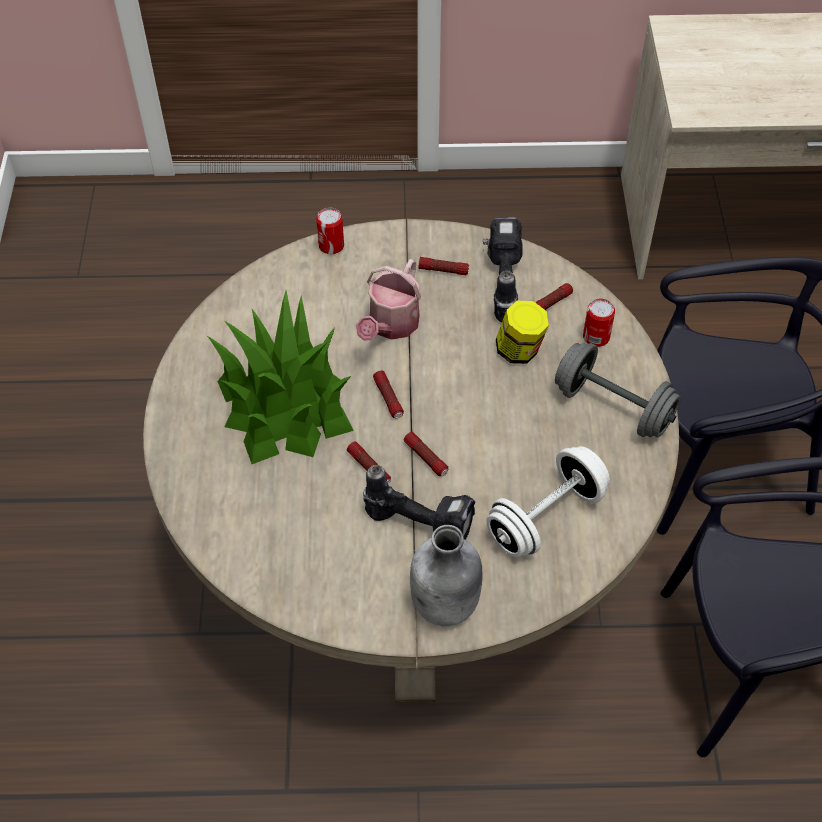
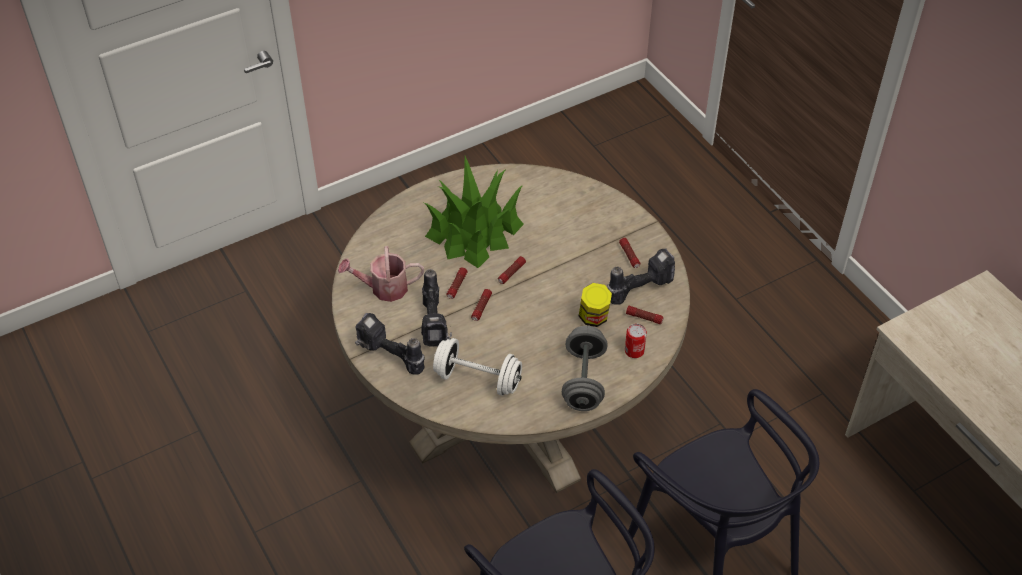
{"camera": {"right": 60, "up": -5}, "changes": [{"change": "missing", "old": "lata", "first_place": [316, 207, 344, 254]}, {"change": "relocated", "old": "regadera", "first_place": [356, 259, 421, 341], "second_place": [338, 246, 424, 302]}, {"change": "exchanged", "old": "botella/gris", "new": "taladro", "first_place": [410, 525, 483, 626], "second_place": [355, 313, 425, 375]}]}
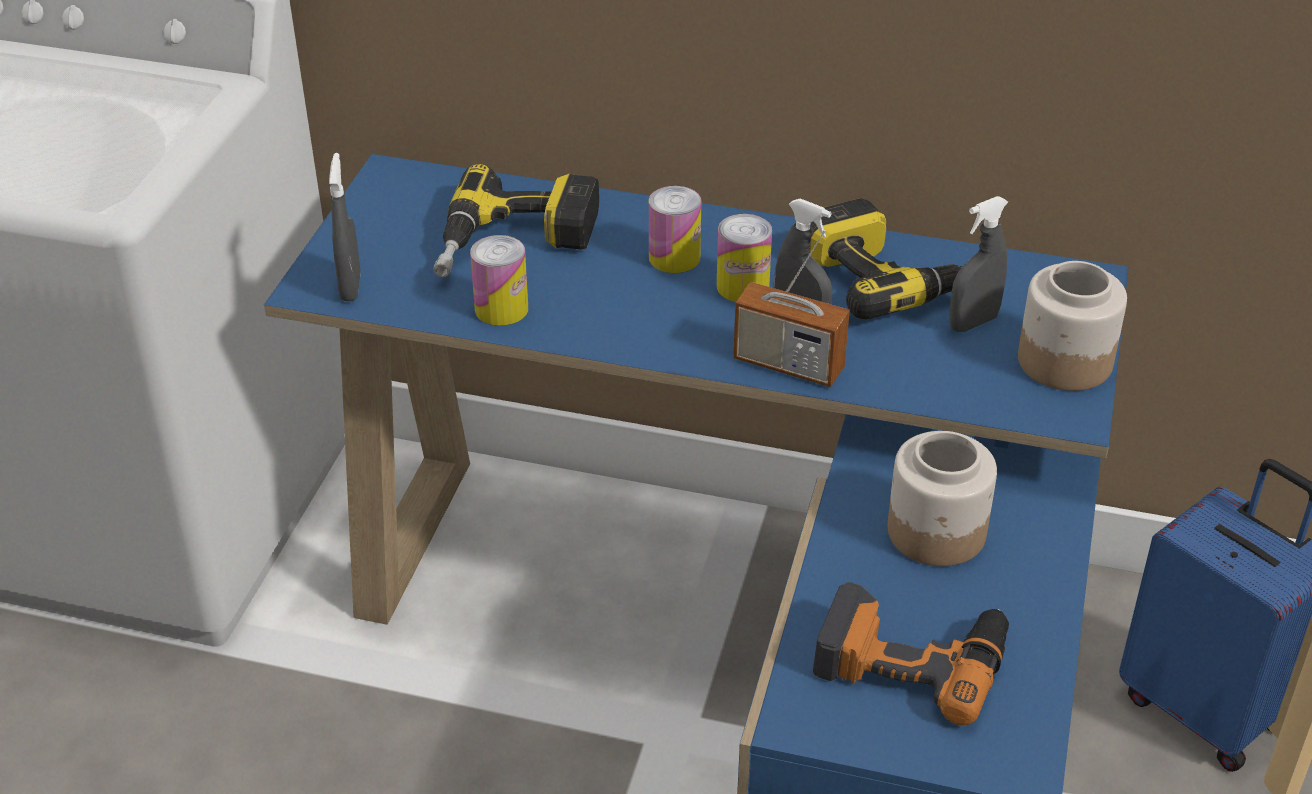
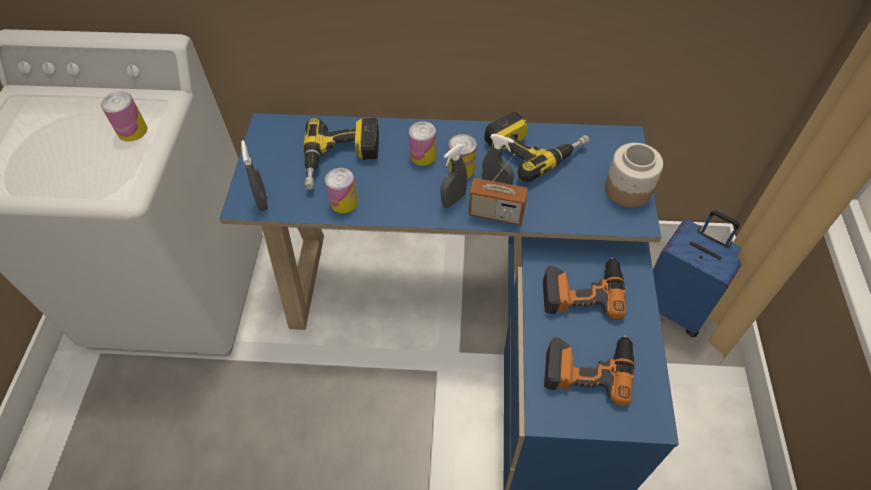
{"camera": {"right": -10, "up": 15}, "changes": [{"change": "exchanged", "old": "tarro", "new": "taladro", "first_place": [888, 431, 997, 566], "second_place": [543, 258, 626, 319]}, {"change": "relocated", "old": "pulverizador/gris", "first_place": [949, 196, 1008, 332], "second_place": [441, 144, 467, 208]}, {"change": "appeared", "new": "lata", "second_place": [101, 91, 147, 142]}]}
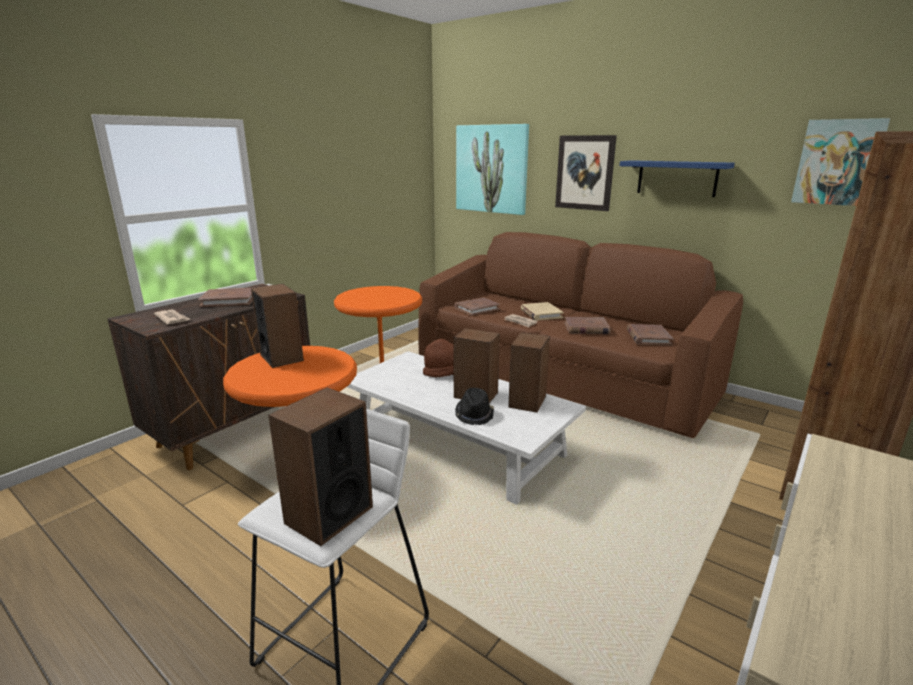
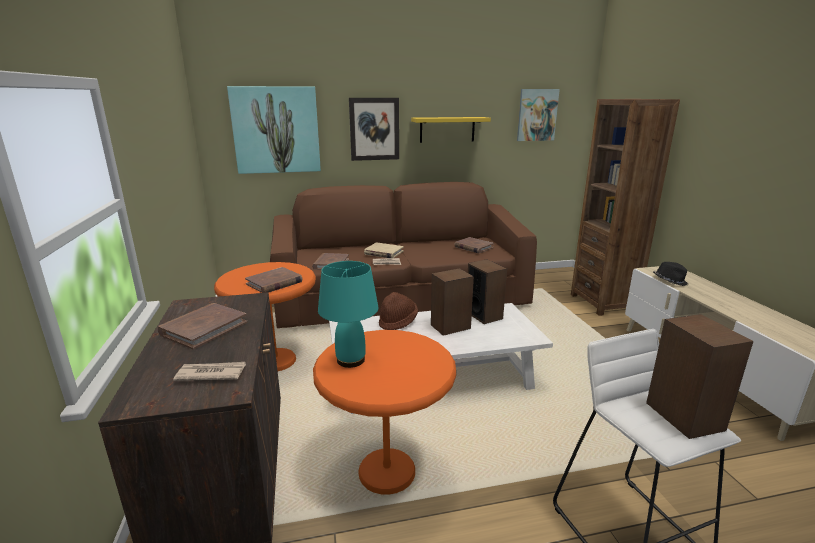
{"camera": {"right": -50, "up": 0}, "changes": [{"change": "exchanged", "old": "altavoz", "new": "lámpara de mesa/turquesa", "first_place": [251, 284, 304, 368], "second_place": [318, 261, 379, 368]}, {"change": "relocated", "old": "sombrero/negro", "first_place": [455, 388, 494, 425], "second_place": [653, 262, 688, 286]}, {"change": "relocated", "old": "libro/marrón", "first_place": [565, 317, 611, 334], "second_place": [245, 267, 302, 293]}, {"change": "colour", "old": "estante/azul", "new": "estante/amarillo", "first_place": [619, 160, 735, 197], "second_place": [411, 117, 491, 143]}]}
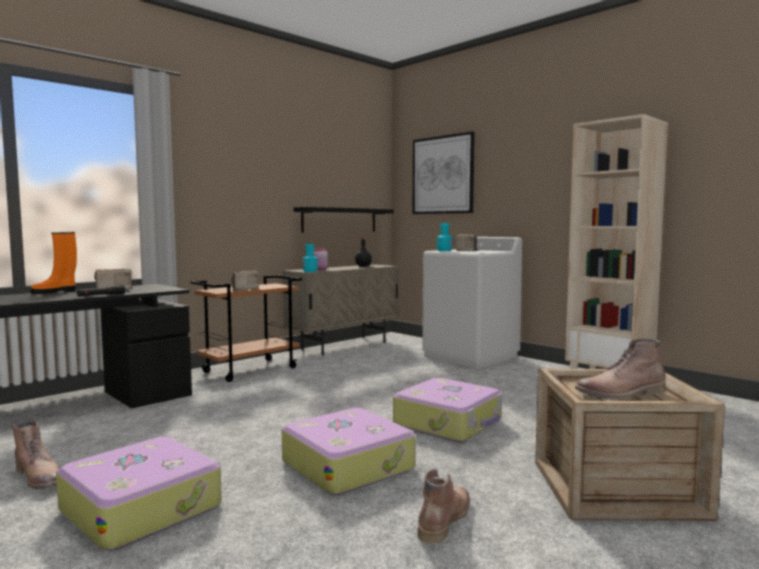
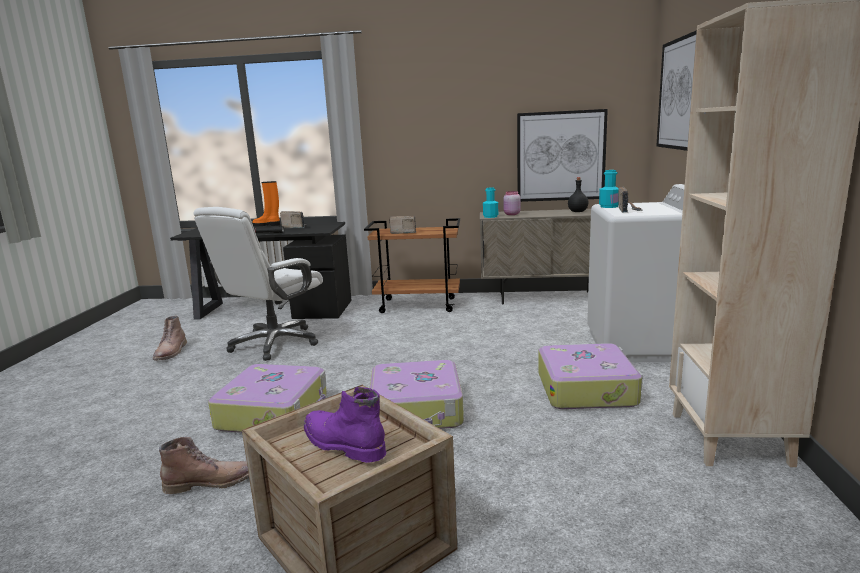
{"camera": {"right": 50, "up": 10}, "changes": [{"change": "relocated", "old": "maleta", "first_place": [56, 437, 222, 551], "second_place": [538, 343, 643, 409]}, {"change": "exchanged", "old": "estante/negro", "new": "cuadro", "first_place": [294, 207, 394, 233], "second_place": [517, 109, 608, 202]}, {"change": "colour", "old": "bota/marrón", "new": "bota/morado", "first_place": [575, 339, 666, 399], "second_place": [304, 387, 386, 463]}, {"change": "appeared", "new": "silla de oficina/blanco", "second_place": [193, 207, 323, 361]}]}
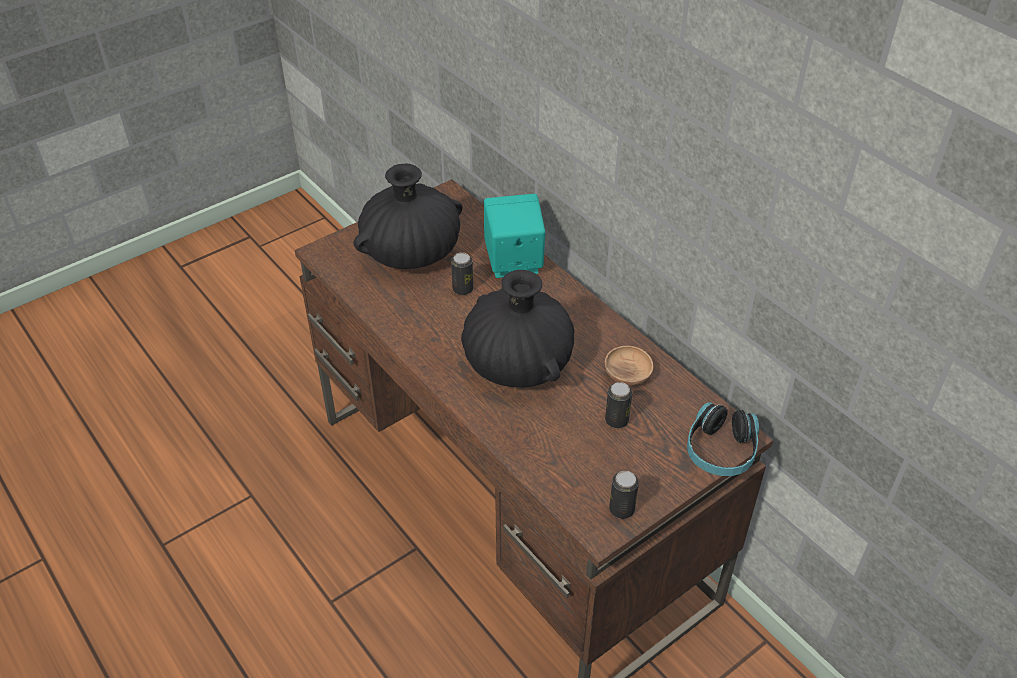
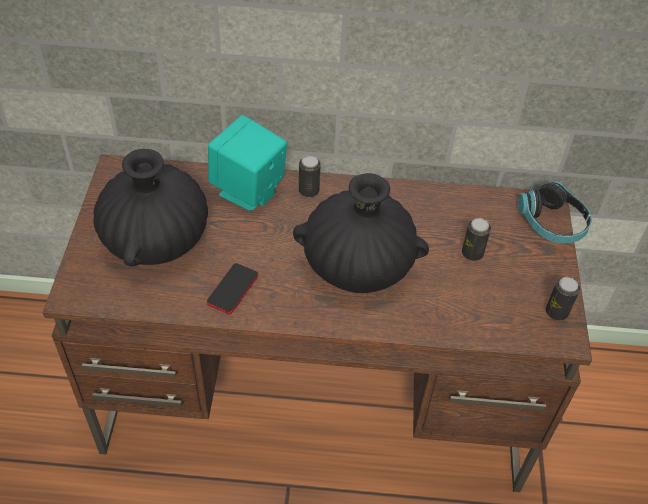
{"camera": {"right": -50, "up": 5}, "changes": [{"change": "relocated", "old": "lata", "first_place": [451, 252, 473, 295], "second_place": [299, 155, 321, 197]}, {"change": "missing", "old": "cuenco/marrón", "first_place": [605, 346, 654, 385]}, {"change": "appeared", "new": "móvil", "second_place": [207, 263, 258, 314]}]}
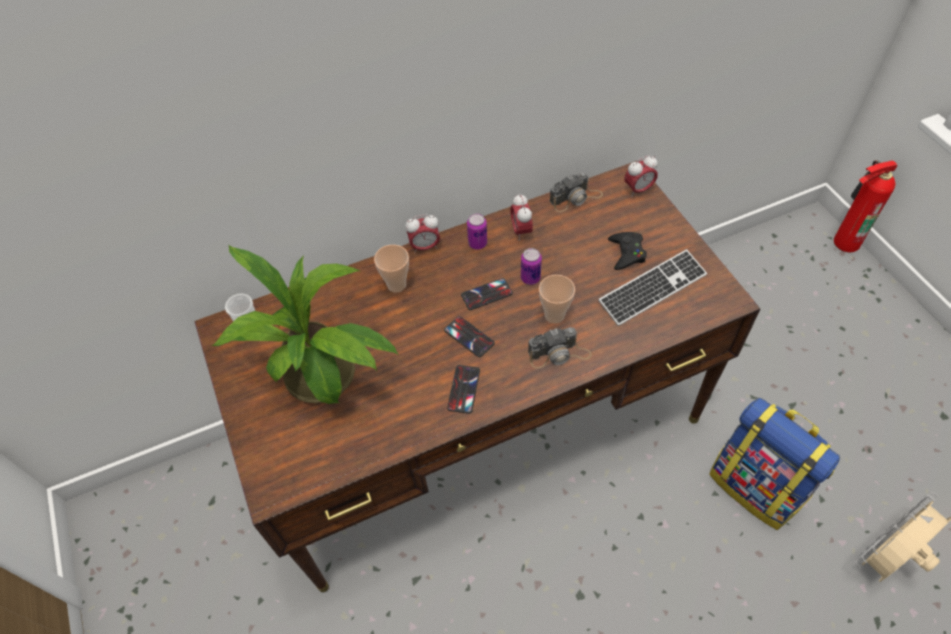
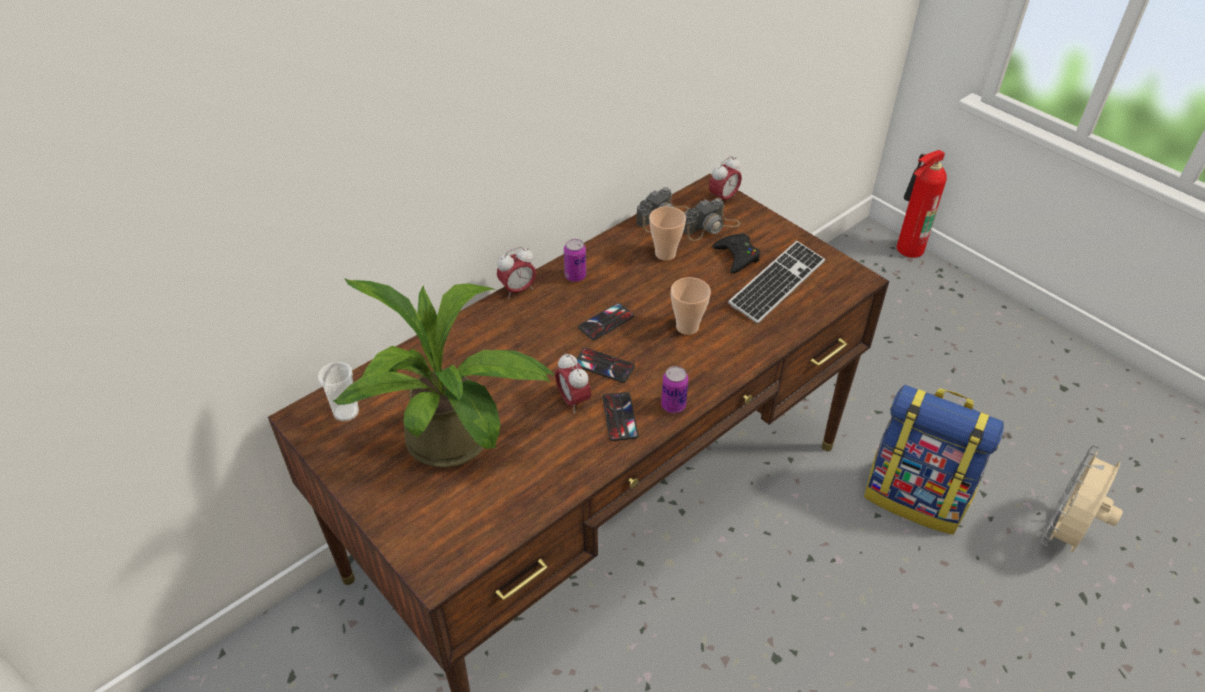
{"camera": {"right": -20, "up": -10}, "changes": [{"change": "relocated", "old": "taza", "first_place": [374, 245, 409, 292], "second_place": [649, 206, 686, 260]}, {"change": "relocated", "old": "despertador", "first_place": [510, 194, 533, 241], "second_place": [555, 353, 591, 413]}, {"change": "relocated", "old": "lata", "first_place": [521, 248, 542, 285], "second_place": [661, 366, 688, 413]}, {"change": "relocated", "old": "cámara", "first_place": [528, 327, 592, 368], "second_place": [683, 198, 740, 241]}]}
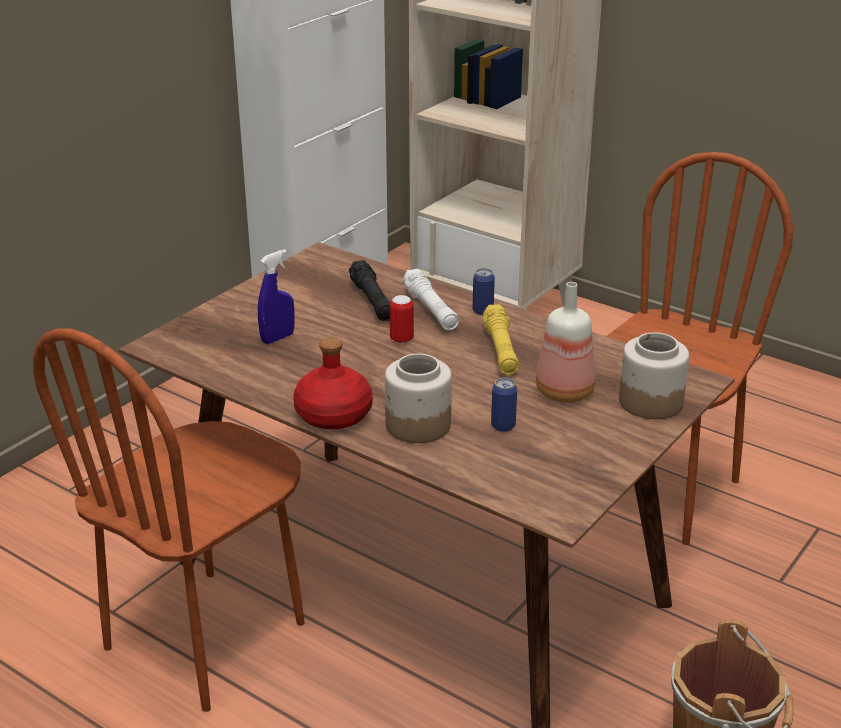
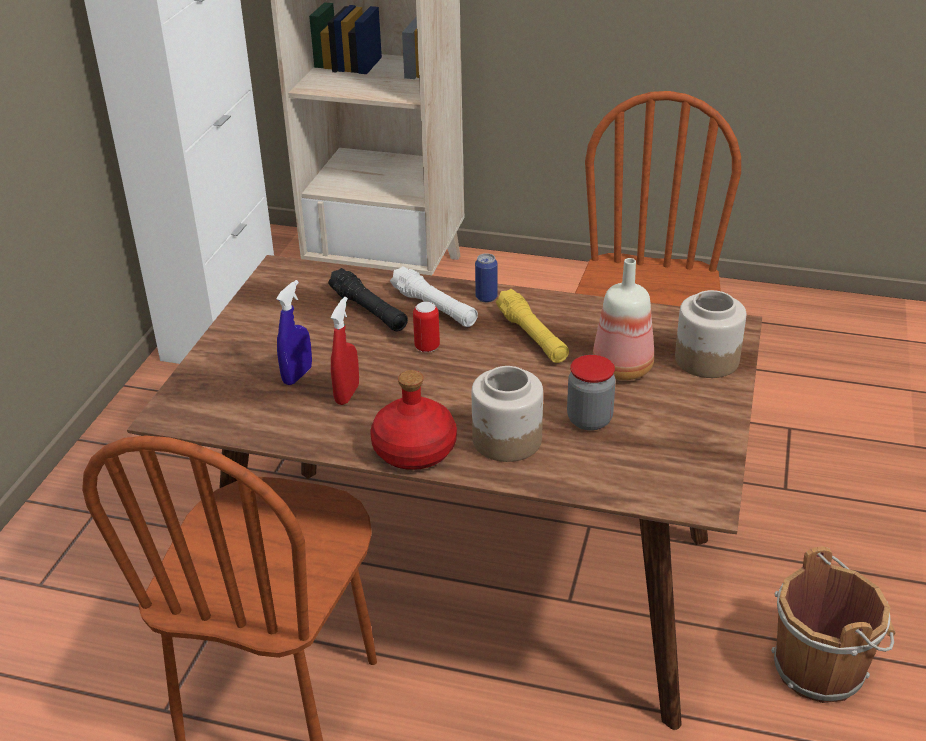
{"camera": {"right": -20, "up": 5}, "changes": [{"change": "exchanged", "old": "lata", "new": "tarro", "first_place": [491, 378, 517, 432], "second_place": [567, 355, 616, 431]}, {"change": "appeared", "new": "pulverizador/rojo", "second_place": [331, 297, 359, 405]}]}
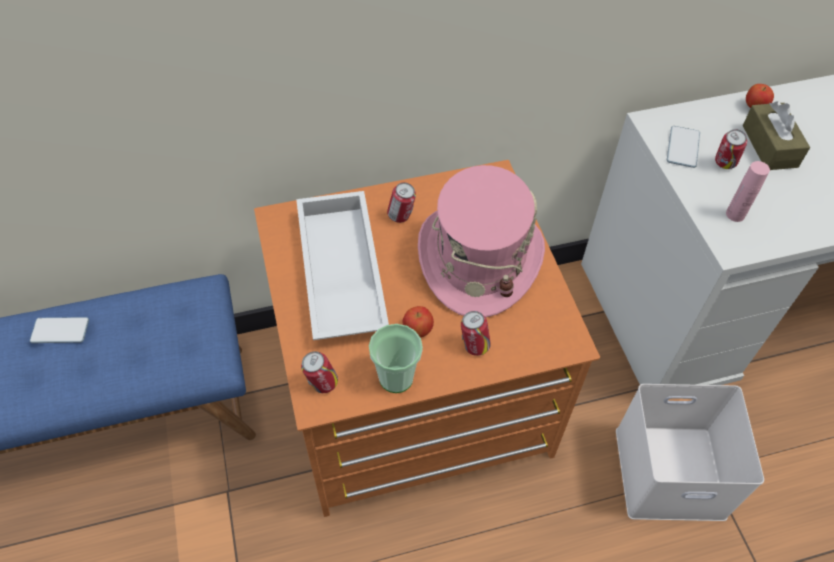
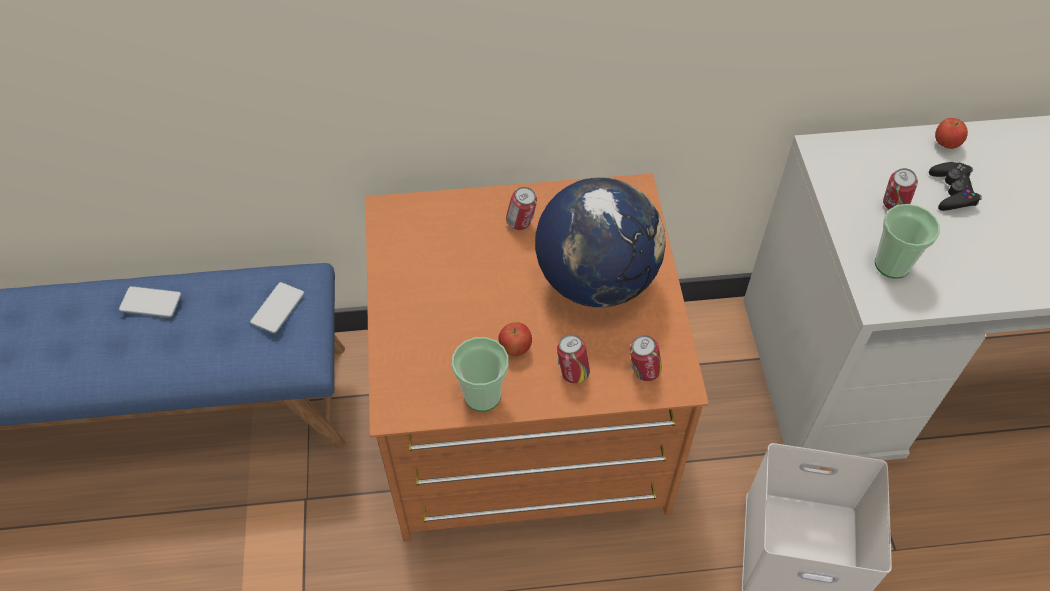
{"camera": {"right": 10, "up": 0}, "changes": [{"change": "missing", "old": "bandeja/blanco", "first_place": [296, 191, 389, 340]}, {"change": "relocated", "old": "lata", "first_place": [301, 351, 338, 393], "second_place": [630, 335, 662, 381]}, {"change": "exchanged", "old": "sombrero/rosa", "new": "globo terráqueo", "first_place": [418, 165, 545, 317], "second_place": [535, 177, 666, 307]}, {"change": "relocated", "old": "móvil", "first_place": [667, 126, 700, 168], "second_place": [250, 282, 305, 334]}, {"change": "exchanged", "old": "botella/rosa", "new": "taza", "first_place": [726, 161, 770, 222], "second_place": [875, 204, 940, 279]}, {"change": "exchanged", "old": "caja de pañuelos/marrón", "new": "mando de consola/negro", "first_place": [743, 101, 810, 170], "second_place": [929, 162, 982, 211]}]}
